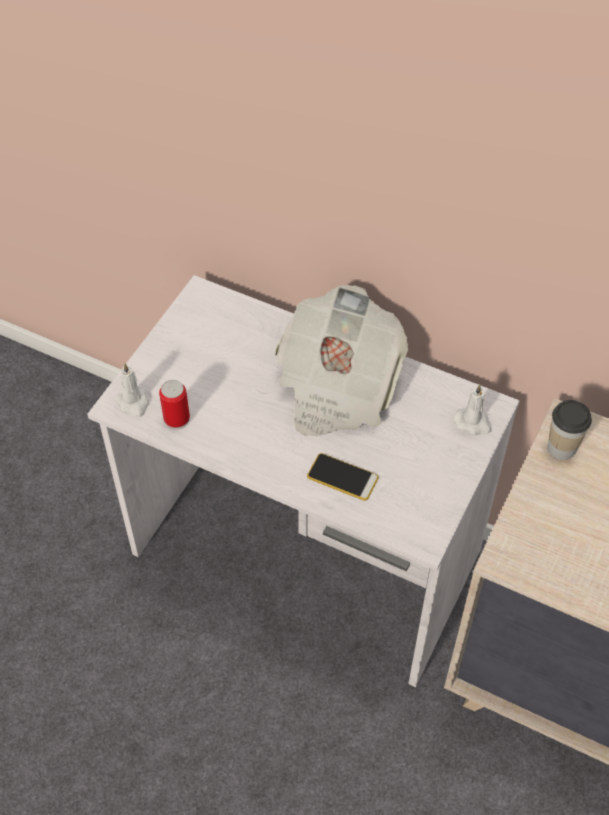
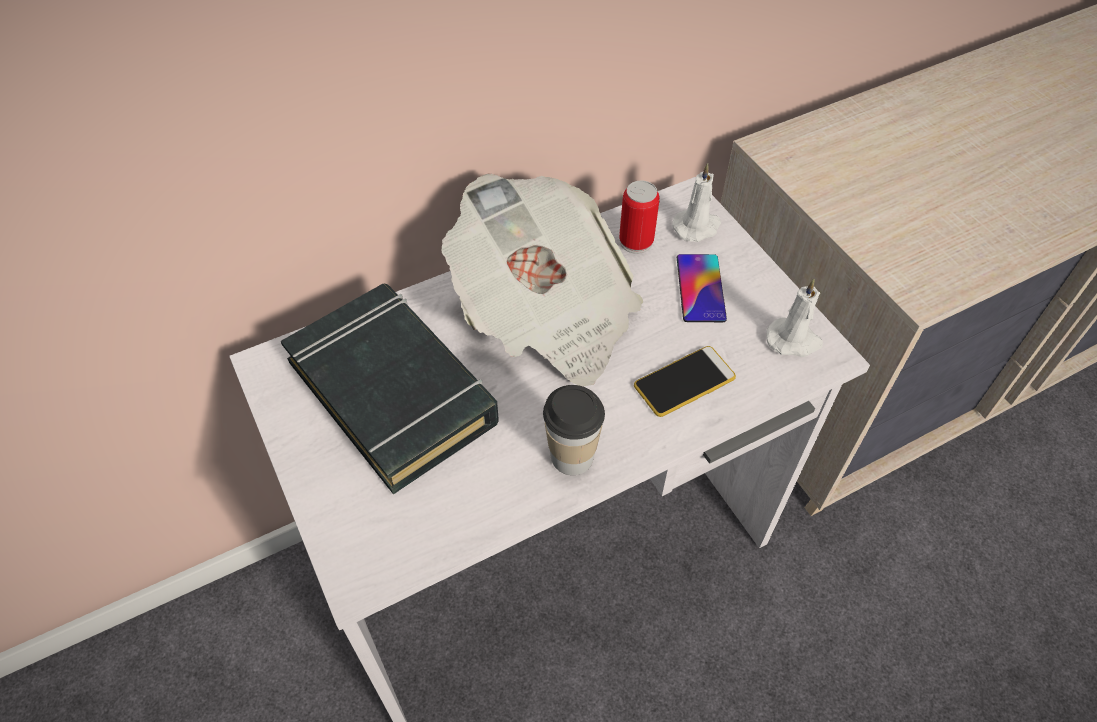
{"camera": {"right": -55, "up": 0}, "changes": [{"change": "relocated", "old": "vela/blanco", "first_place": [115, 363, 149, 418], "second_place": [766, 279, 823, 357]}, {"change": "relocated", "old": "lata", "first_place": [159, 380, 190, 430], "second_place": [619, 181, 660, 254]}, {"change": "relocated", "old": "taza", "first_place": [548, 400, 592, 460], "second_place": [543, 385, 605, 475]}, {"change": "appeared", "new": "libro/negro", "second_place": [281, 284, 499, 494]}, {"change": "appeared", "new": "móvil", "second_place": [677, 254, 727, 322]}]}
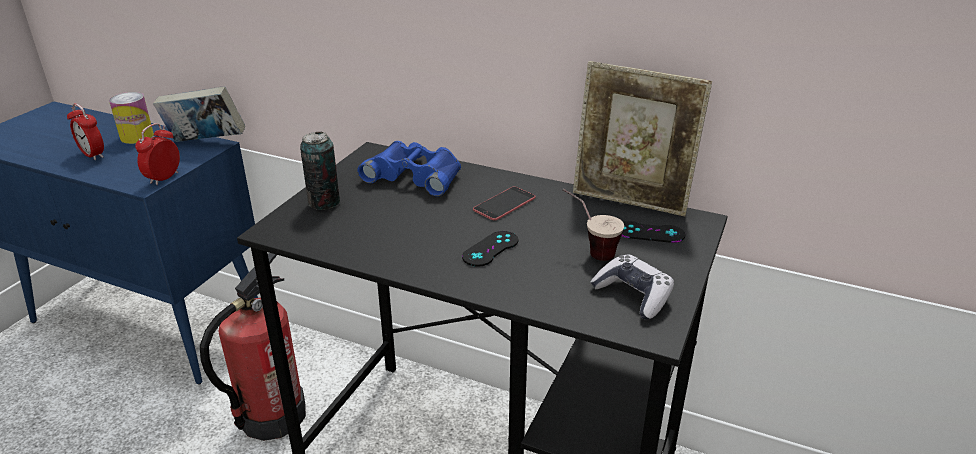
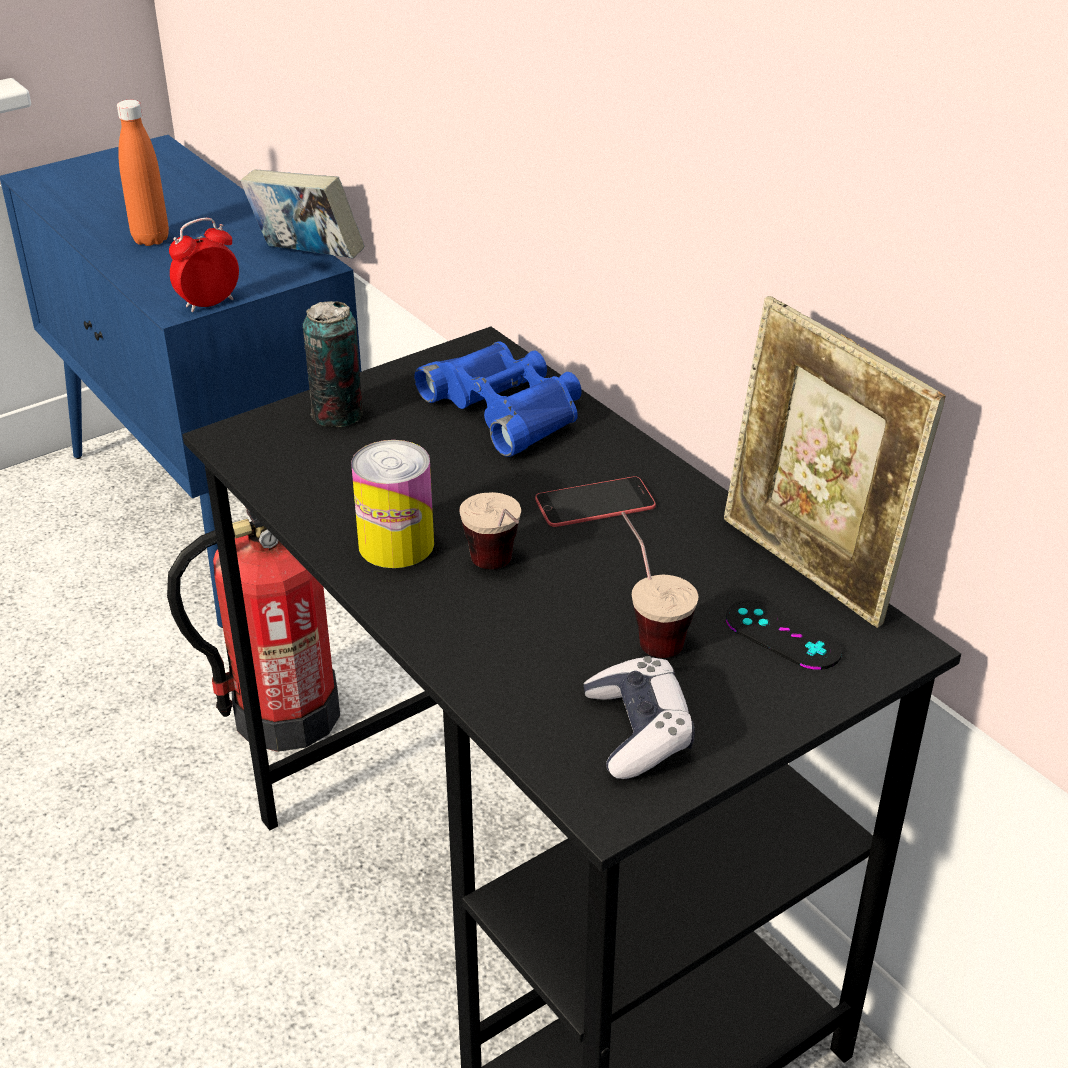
{"camera": {"right": 30, "up": 5}, "changes": [{"change": "exchanged", "old": "despertador", "new": "botella/naranja", "first_place": [67, 103, 104, 160], "second_place": [117, 100, 169, 246]}, {"change": "relocated", "old": "lata", "first_place": [109, 92, 154, 144], "second_place": [351, 440, 434, 568]}, {"change": "exchanged", "old": "mando de consola/negro", "new": "taza", "first_place": [462, 231, 518, 267], "second_place": [459, 492, 521, 569]}]}
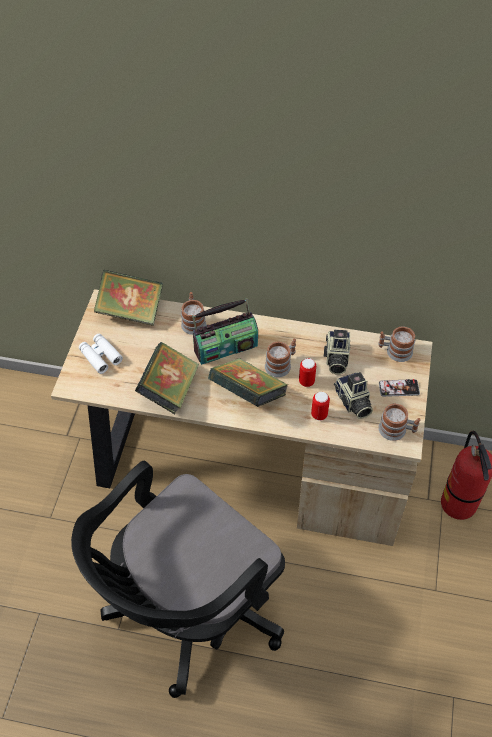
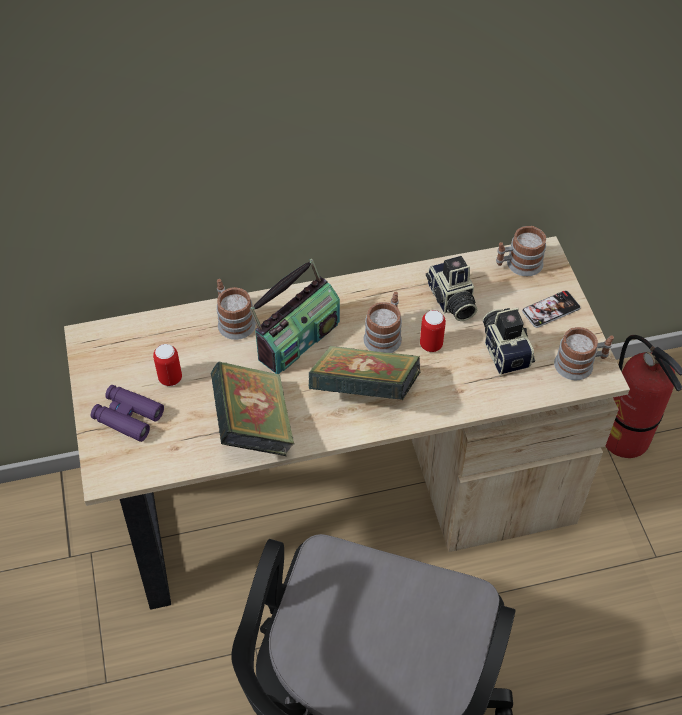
{"camera": {"right": -25, "up": 0}, "changes": [{"change": "colour", "old": "prismáticos/blanco", "new": "prismáticos/morado", "first_place": [79, 334, 123, 374], "second_place": [91, 385, 164, 442]}, {"change": "missing", "old": "libro", "first_place": [94, 270, 163, 326]}, {"change": "relocated", "old": "lata", "first_place": [311, 392, 330, 421], "second_place": [153, 344, 182, 386]}, {"change": "spun", "old": "cámara", "first_place": [334, 372, 373, 419], "second_place": [483, 308, 535, 375], "degrees": -150}]}
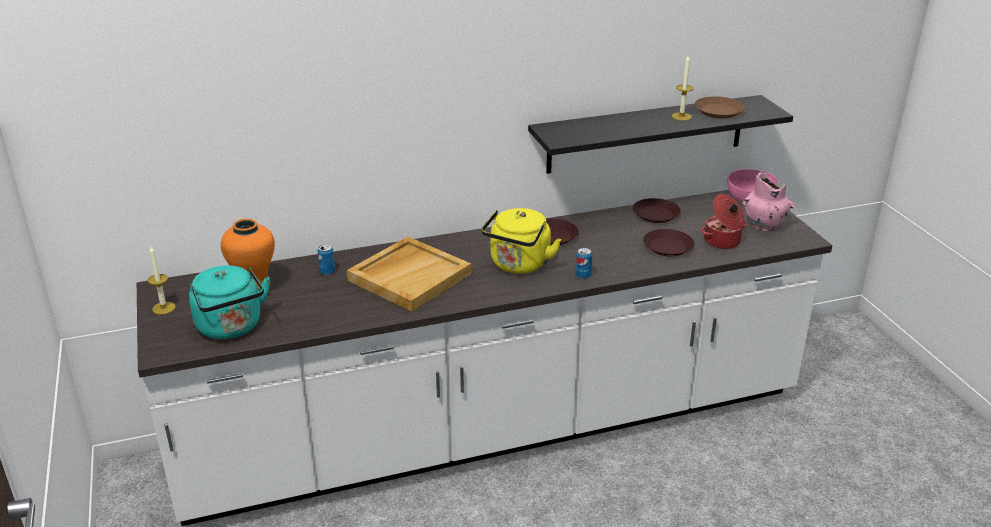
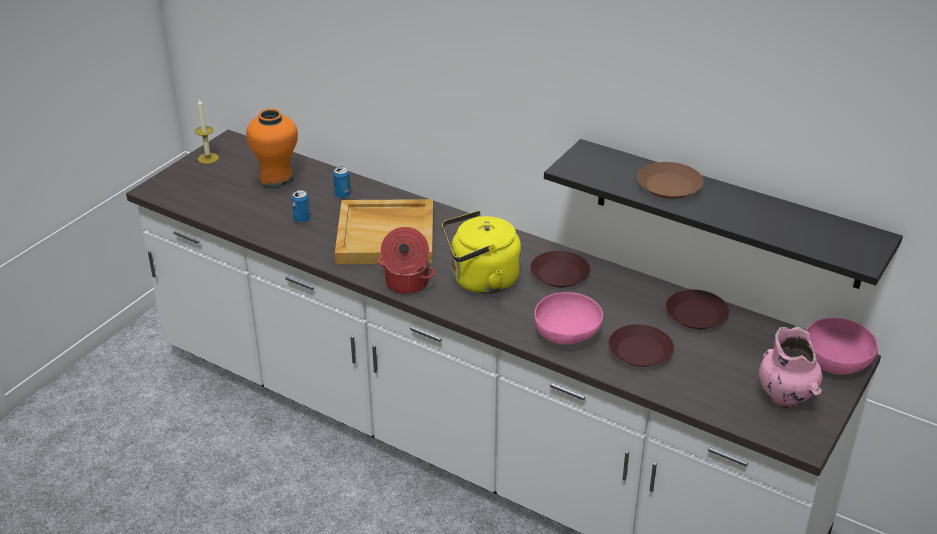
{"camera": {"right": 50, "up": 5}, "changes": [{"change": "missing", "old": "hervidor/turquesa", "first_place": [189, 265, 270, 339]}, {"change": "relocated", "old": "lata", "first_place": [576, 248, 592, 279], "second_place": [292, 190, 310, 223]}, {"change": "missing", "old": "vela", "first_place": [672, 54, 694, 121]}, {"change": "relocated", "old": "plato/marrón", "first_place": [695, 96, 745, 118], "second_place": [637, 162, 704, 199]}, {"change": "relocated", "old": "olla", "first_place": [701, 194, 747, 249], "second_place": [378, 227, 435, 294]}, {"change": "appeared", "new": "cuenco/rosa", "second_place": [534, 292, 603, 345]}]}
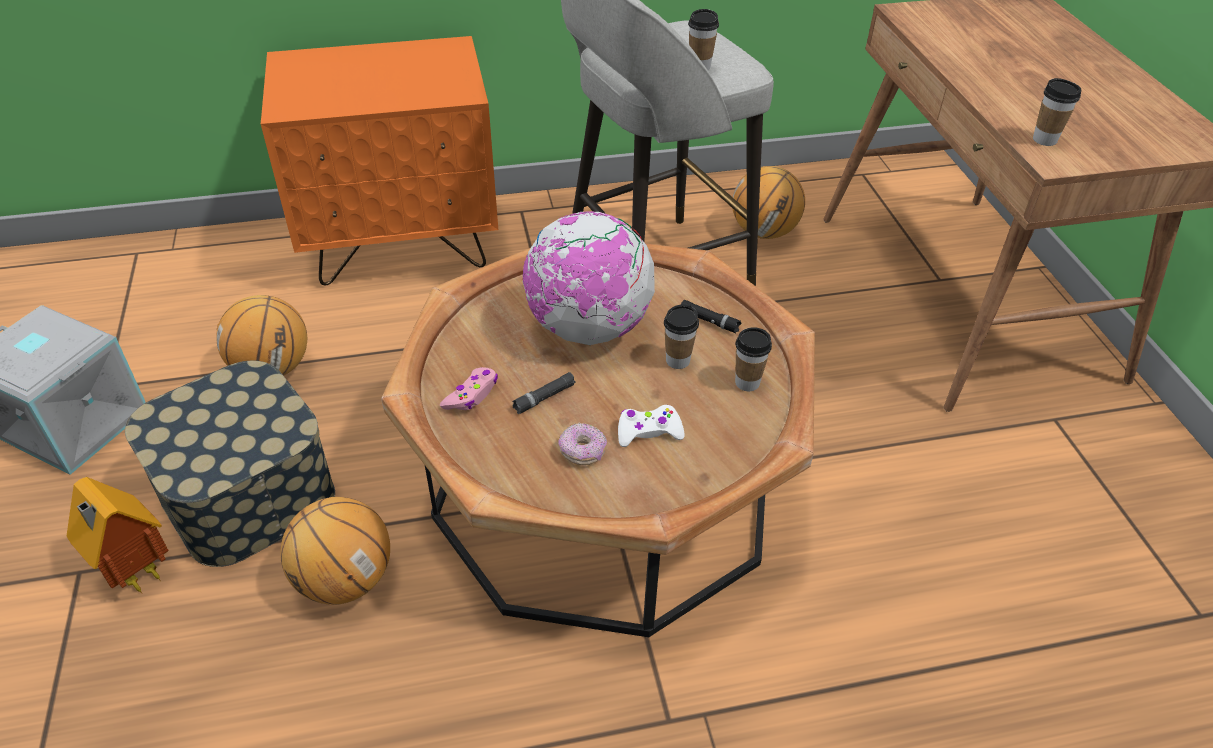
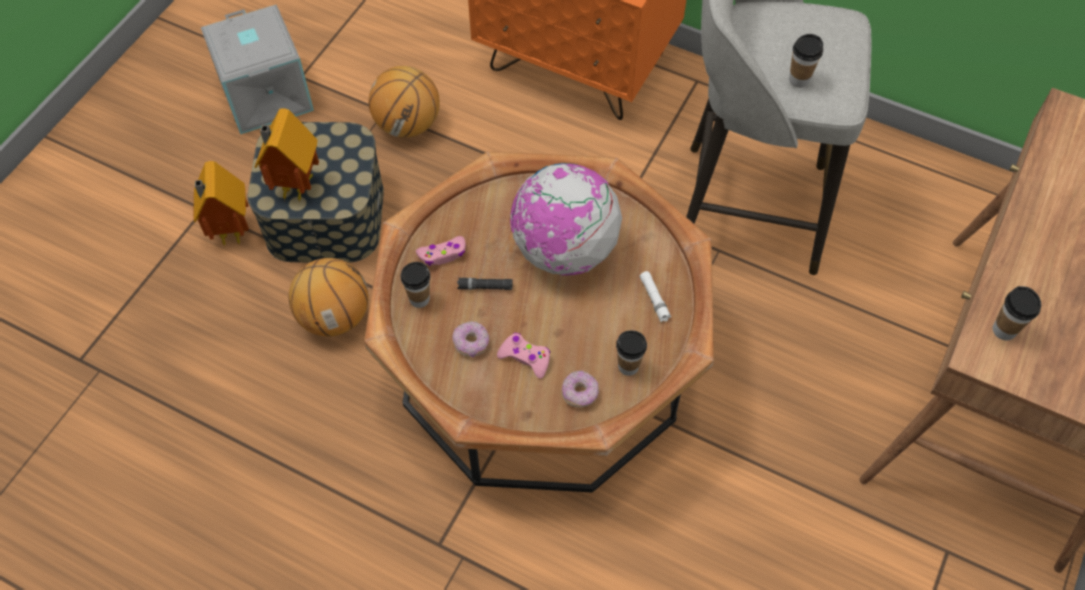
{"camera": {"right": 40, "up": 15}, "changes": [{"change": "colour", "old": "mando de consola/blanco", "new": "mando de consola/rosa", "first_place": [618, 405, 685, 447], "second_place": [497, 333, 550, 379]}, {"change": "relocated", "old": "taza", "first_place": [664, 305, 699, 369], "second_place": [401, 262, 430, 308]}, {"change": "colour", "old": "linterna/negro", "new": "linterna/blanco", "first_place": [681, 300, 742, 333], "second_place": [640, 271, 671, 322]}, {"change": "missing", "old": "balón de baloncesto", "first_place": [732, 166, 805, 239]}, {"change": "appeared", "new": "casita", "second_place": [255, 108, 319, 201]}, {"change": "appeared", "new": "rosquilla", "second_place": [562, 370, 599, 408]}]}
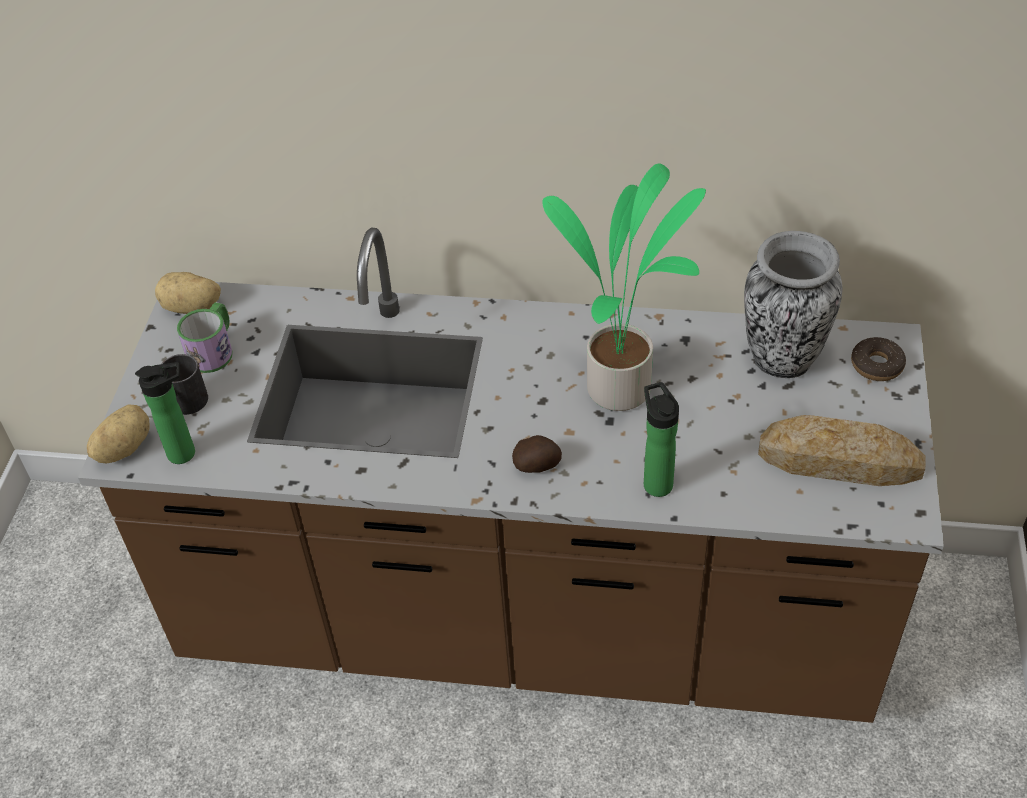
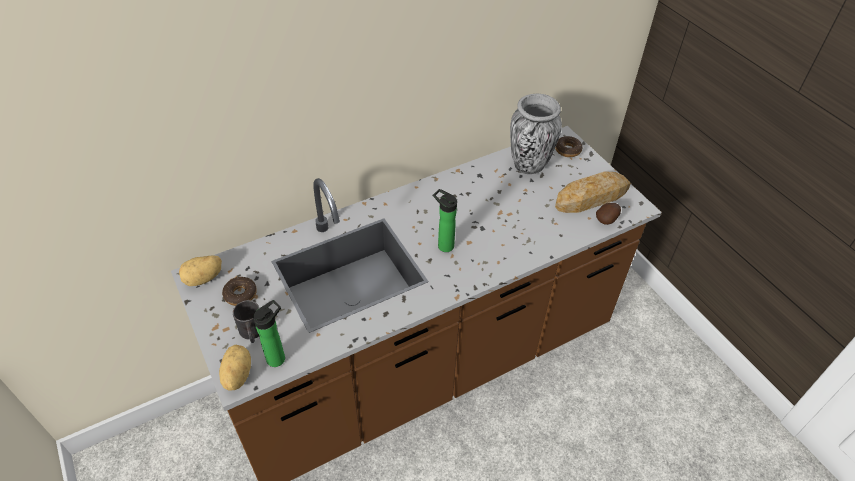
{"camera": {"right": -40, "up": 0}, "changes": [{"change": "exchanged", "old": "taza grande", "new": "rosquilla", "first_place": [177, 302, 233, 373], "second_place": [222, 277, 257, 306]}, {"change": "relocated", "old": "patata", "first_place": [512, 435, 562, 473], "second_place": [596, 203, 621, 225]}, {"change": "missing", "old": "planta en maceta", "first_place": [542, 163, 706, 411]}, {"change": "relocated", "old": "botella", "first_place": [644, 382, 679, 497], "second_place": [433, 189, 457, 252]}]}
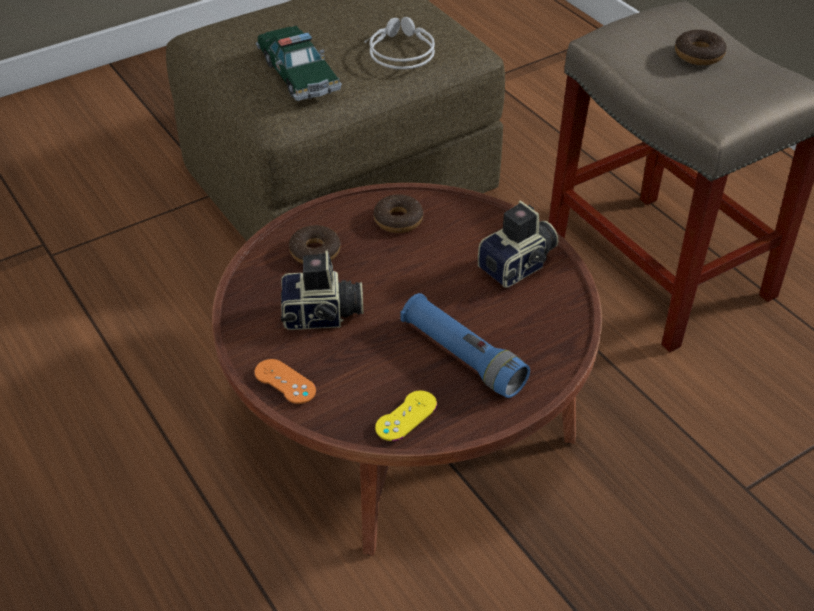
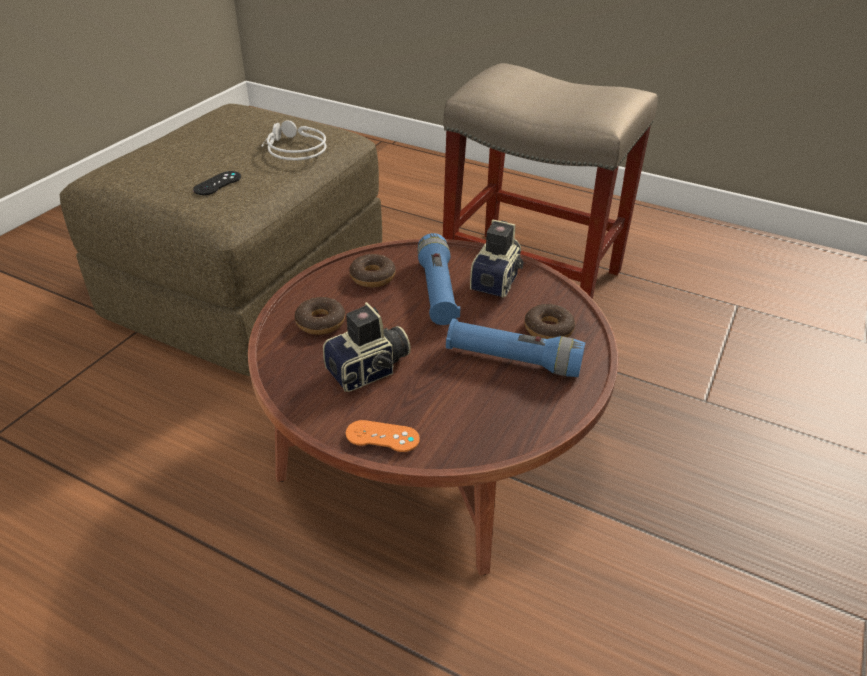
{"camera": {"right": -30, "up": -5}, "changes": [{"change": "exchanged", "old": "coche de juguete", "new": "mando de consola/negro", "first_place": [256, 26, 342, 101], "second_place": [193, 171, 241, 195]}, {"change": "missing", "old": "mando de consola/amarillo", "first_place": [375, 390, 437, 441]}, {"change": "relocated", "old": "rosquilla", "first_place": [675, 30, 726, 65], "second_place": [524, 304, 575, 339]}, {"change": "appeared", "new": "linterna/azul", "second_place": [417, 233, 461, 325]}]}
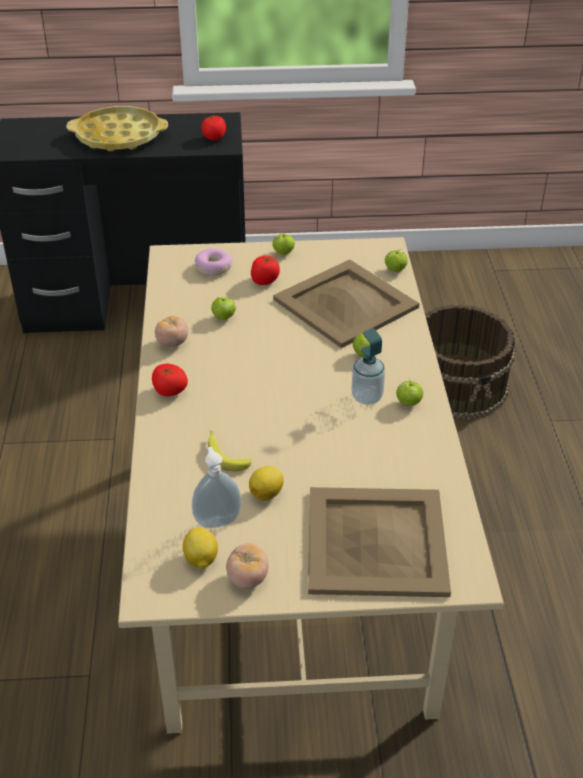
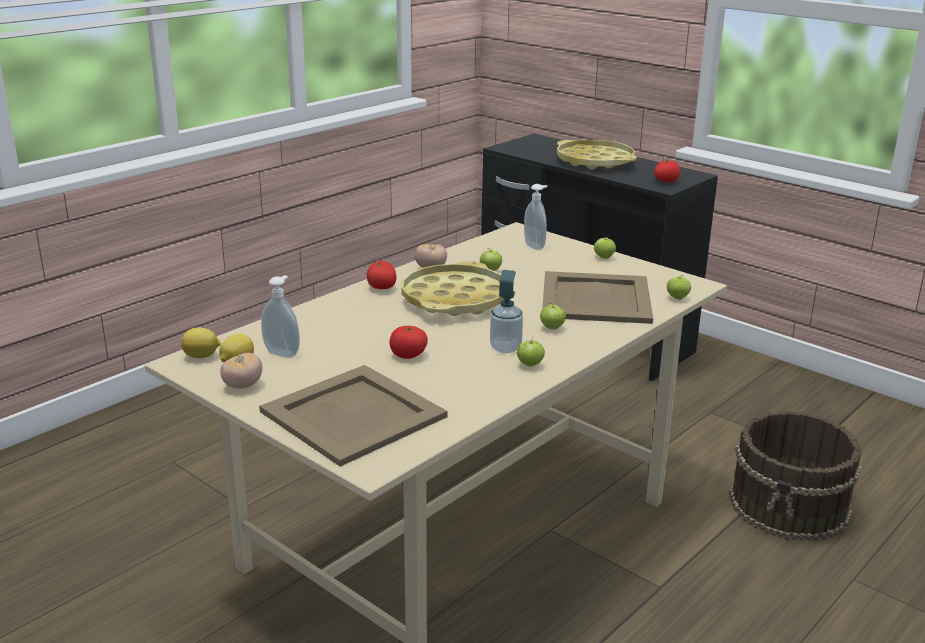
{"camera": {"right": 45, "up": -15}, "changes": [{"change": "exchanged", "old": "rosquilla", "new": "dispensador de jabón", "first_place": [195, 248, 233, 276], "second_place": [524, 184, 548, 250]}, {"change": "missing", "old": "plátano", "first_place": [208, 430, 252, 471]}, {"change": "relocated", "old": "limón", "first_place": [249, 466, 284, 501], "second_place": [181, 328, 221, 358]}, {"change": "relocated", "old": "tomate", "first_place": [251, 256, 280, 285], "second_place": [389, 326, 428, 359]}, {"change": "appeared", "new": "bandeja/amarillo", "second_place": [401, 261, 505, 316]}]}
